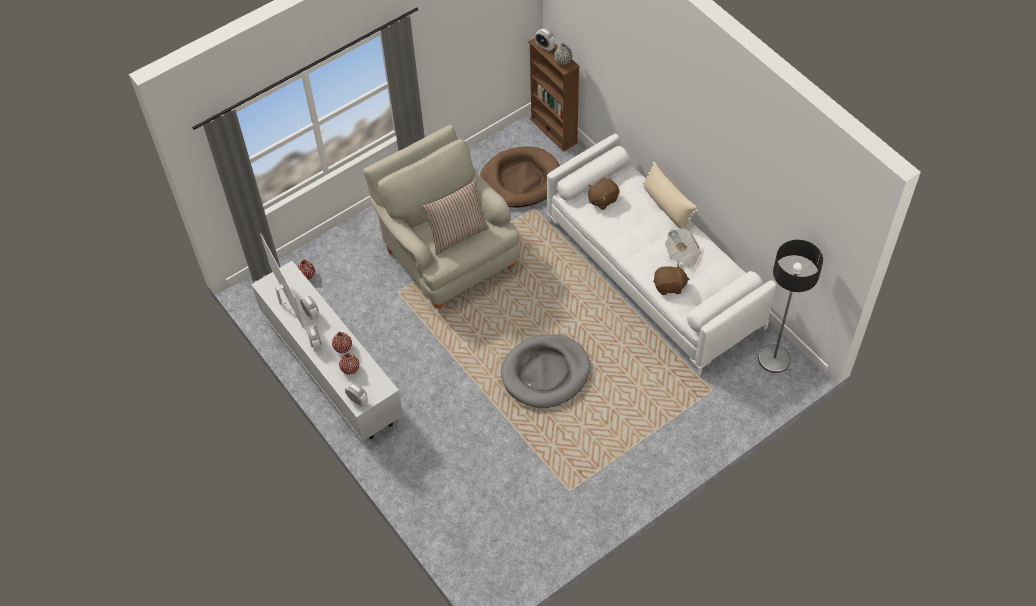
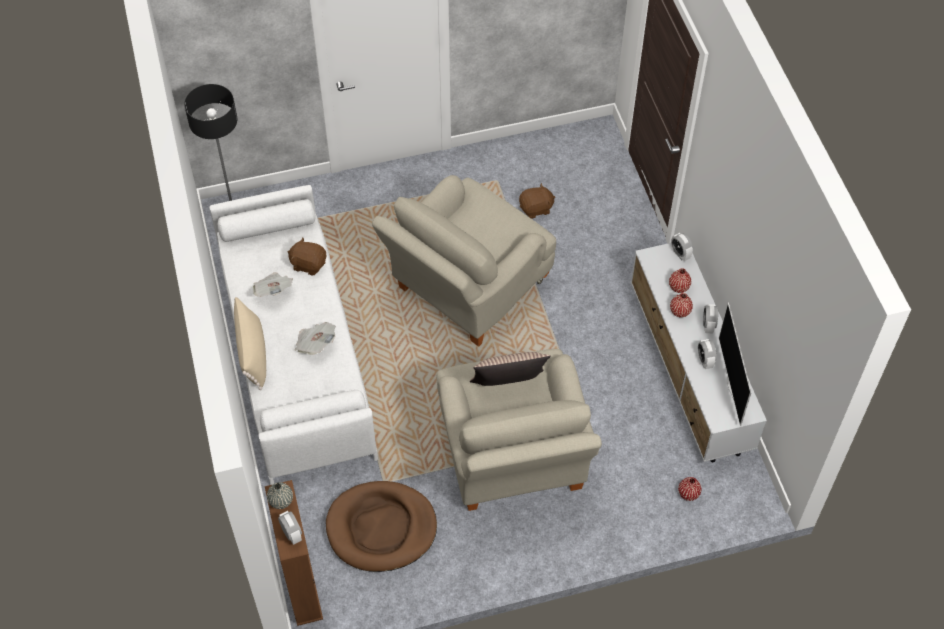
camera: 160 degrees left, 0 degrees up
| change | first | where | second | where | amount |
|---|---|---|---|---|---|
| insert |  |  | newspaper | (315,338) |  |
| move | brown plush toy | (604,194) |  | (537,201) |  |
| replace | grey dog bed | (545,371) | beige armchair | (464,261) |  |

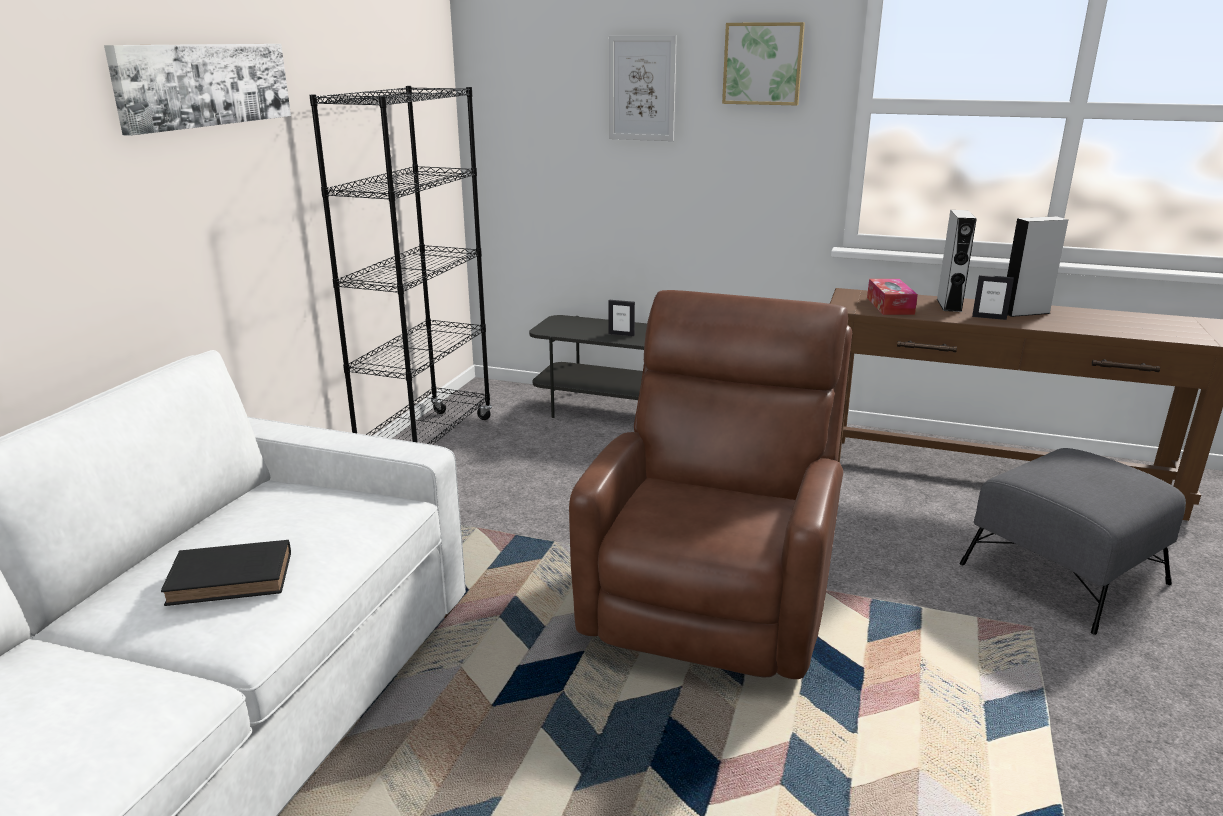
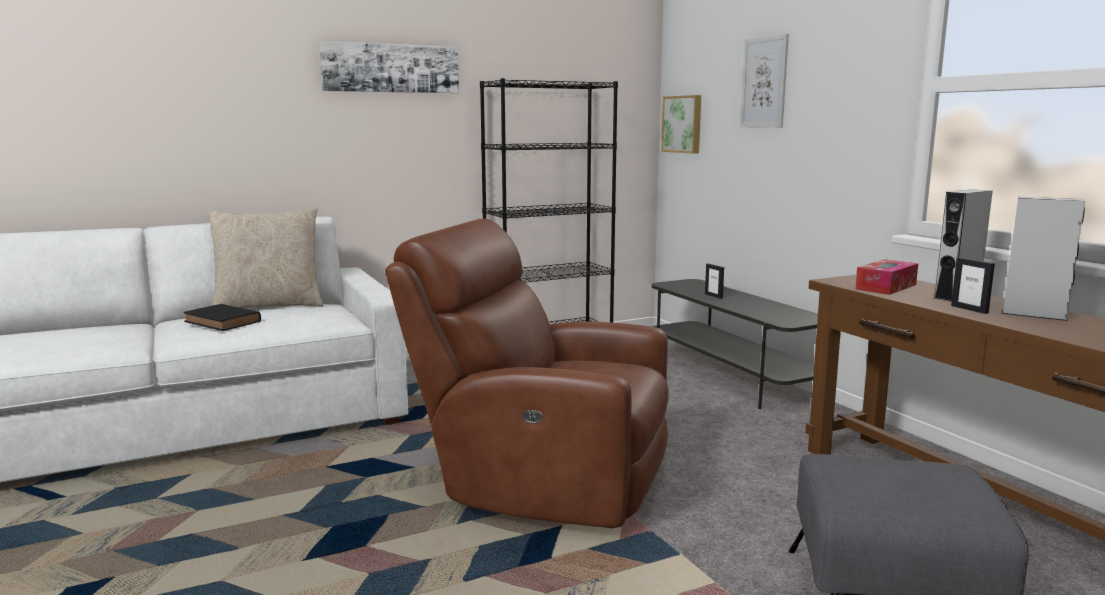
camera: 45 degrees right, 10 degrees down
| change | first | where | second | where | amount |
|---|---|---|---|---|---|
| insert |  |  | beige pillow | (265,257) |  |
| move | picture | (763,63) |  | (681,124) |  |
| rotate | brown armchair | (710,484) |  | (527,373) | 135 degrees counterclockwise |

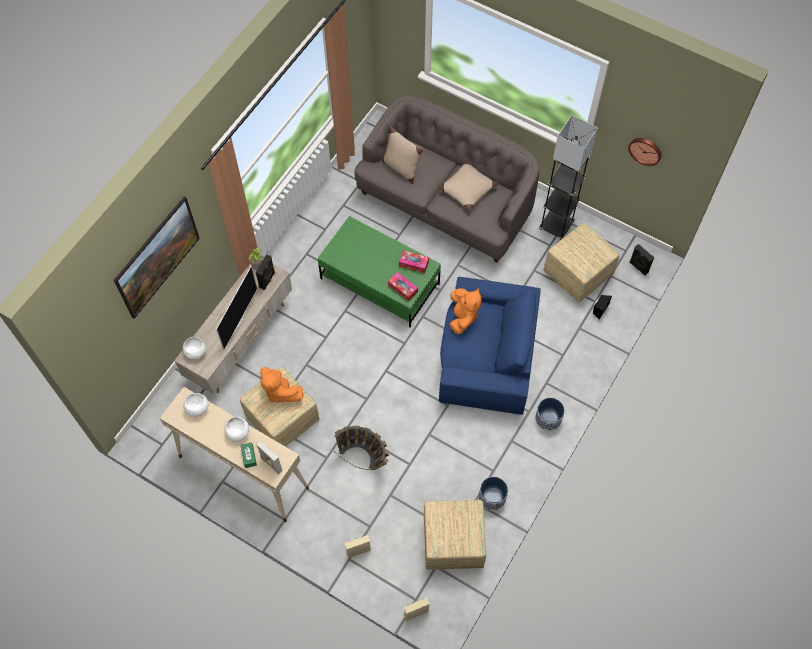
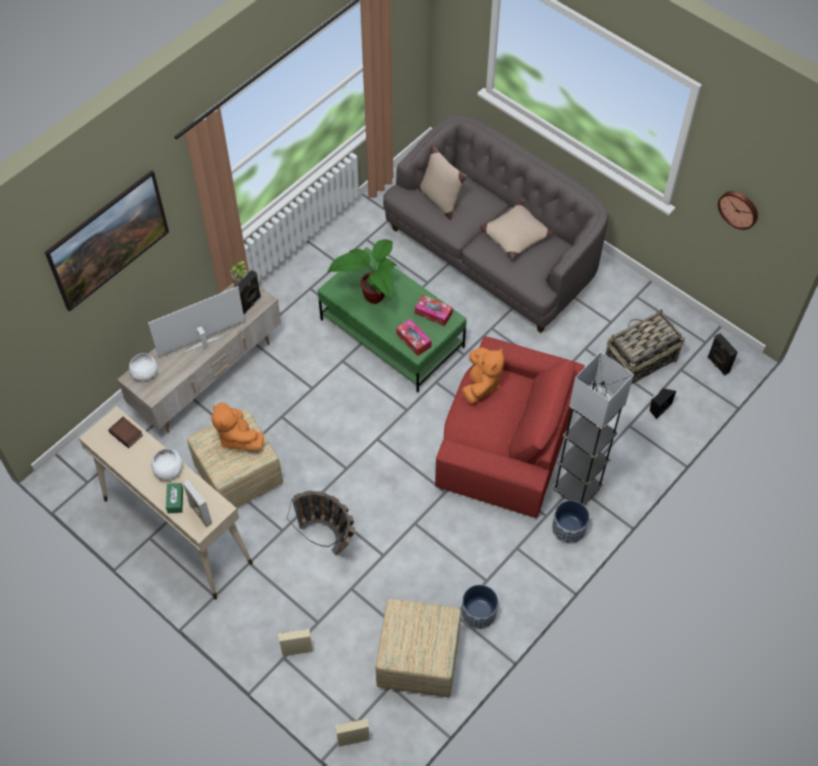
camera: 10 degrees right, 5 degrees down
| change | first | where | second | where | amount |
|---|---|---|---|---|---|
| insert |  |  | potted plant | (363,271) |  |
| move | grey floor lamp | (568,177) |  | (593,428) |  |
| replace | white bowl | (195,405) | book | (125,432) |  |
| replace | ottoman | (582,262) | basket | (645,346) |  |
| recolor | blue armchair | (490,346) | red armchair | (510,427) |  |
| rotate | television | (237,308) |  | (196,321) | 150 degrees counterclockwise |

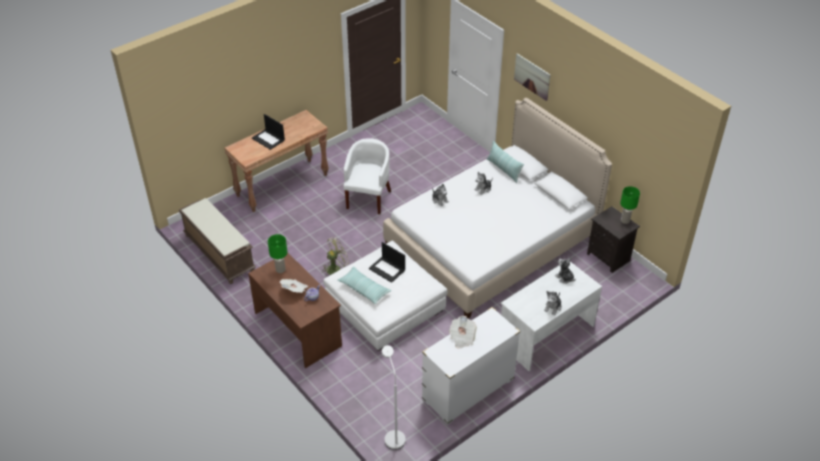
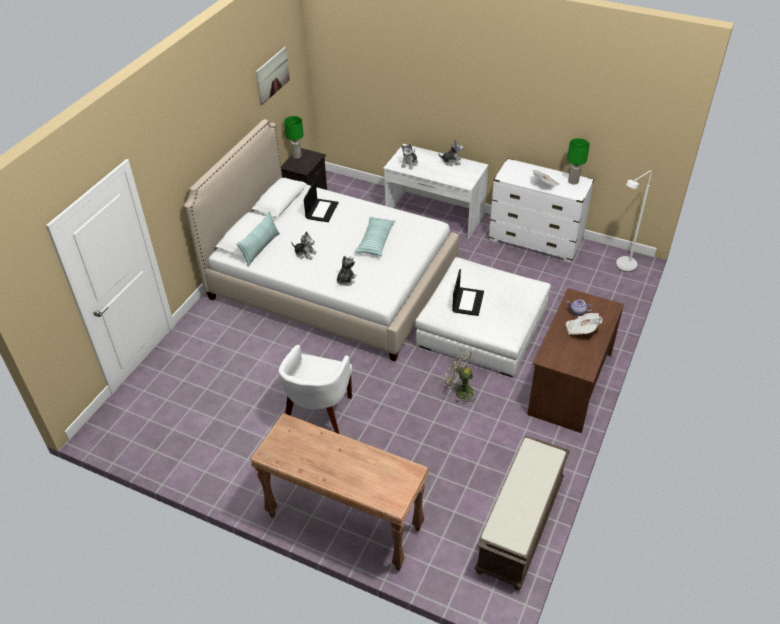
camera: 115 degrees left, 0 degrees up
| change | first | where | second | where | amount |
|---|---|---|---|---|---|
| move | laptop | (268,132) |  | (321,201) |  |
| move | green table lamp | (277,253) |  | (578,161) |  |
| move | pillow | (365,285) |  | (375,236) |  |
| move | picture | (532,77) |  | (273,76) |  |
| rotate | white armchair | (367,176) |  | (315,389) | 60 degrees counterclockwise |

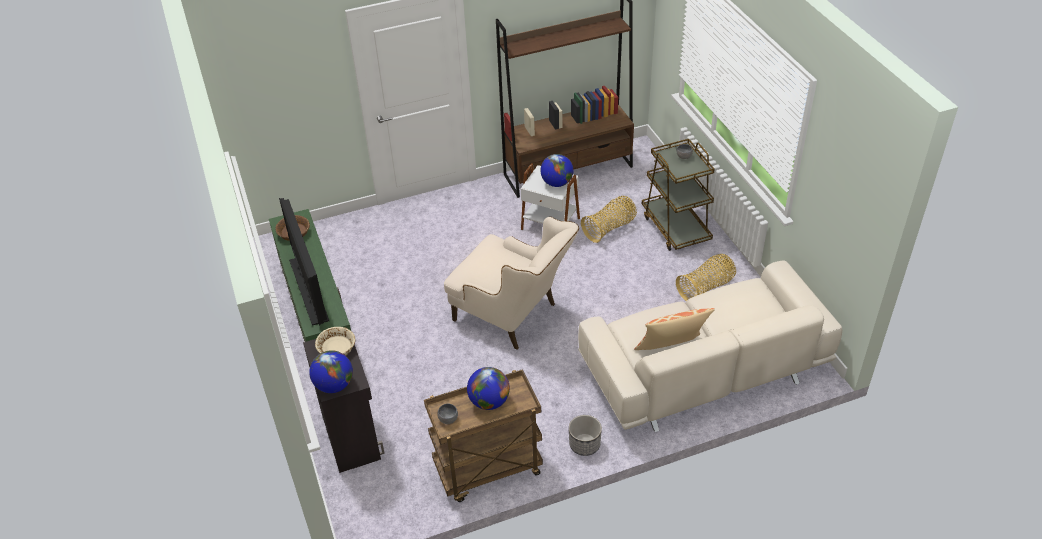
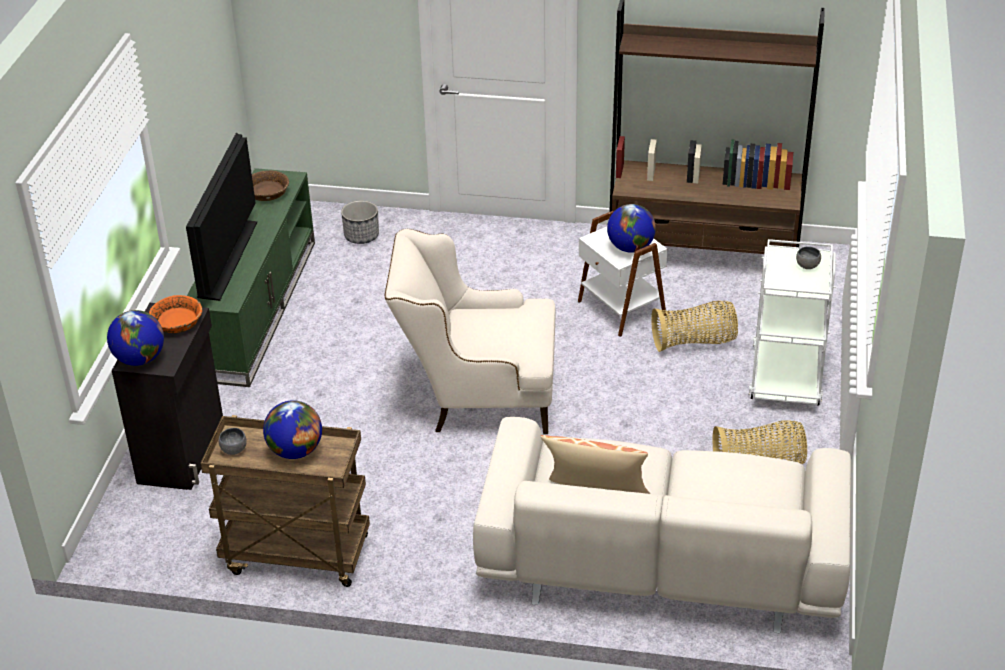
camera: 30 degrees right, 5 degrees down
| change | first | where | second | where | amount |
|---|---|---|---|---|---|
| move | planter | (585,435) |  | (360,222) |  |
| recolor | beige bowl | (335,341) | orange bowl | (175,314) |  |
| recolor | brown cart | (678,195) | white cart | (792,322) |  |
| rotate | beige armchair | (511,283) |  | (470,331) | 120 degrees clockwise |

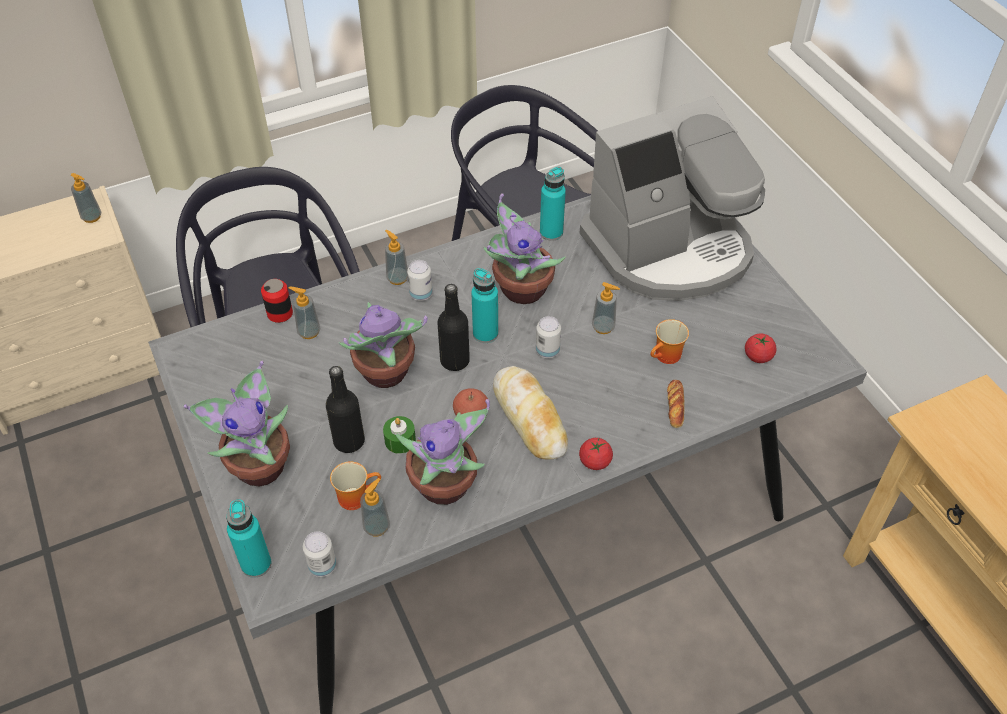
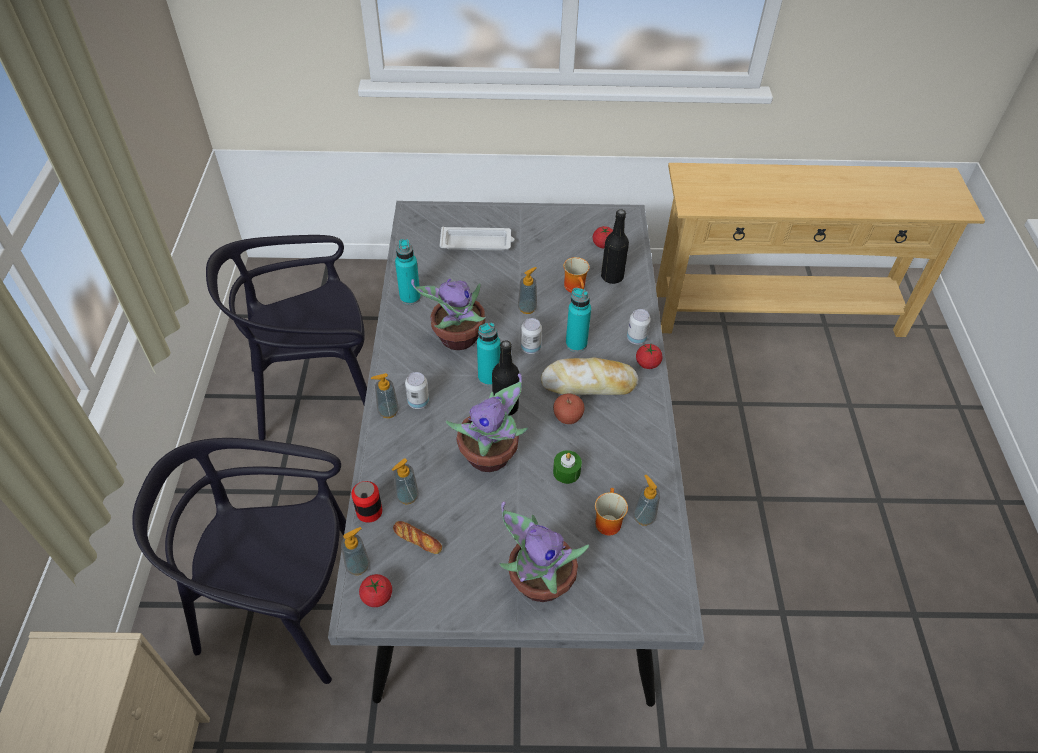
camera: 65 degrees left, 0 degrees up
| change | first | where | second | where | amount |
|---|---|---|---|---|---|
| delete | potted plant | (443,452) |  |  |  |
| insert |  |  | tomato | (375,590) |  |
| move | soap dispenser | (86,198) |  | (355,551) |  |
| move | turquoise bottle | (248,539) |  | (578,320) |  |
| move | can | (319,554) |  | (639,327) |  |
| move | black bottle | (345,409) |  | (615,246) |  |
| move | bread | (676,404) |  | (417,537) |  |
| replace | coffee machine | (672,198) | white tray | (477,238) |  |

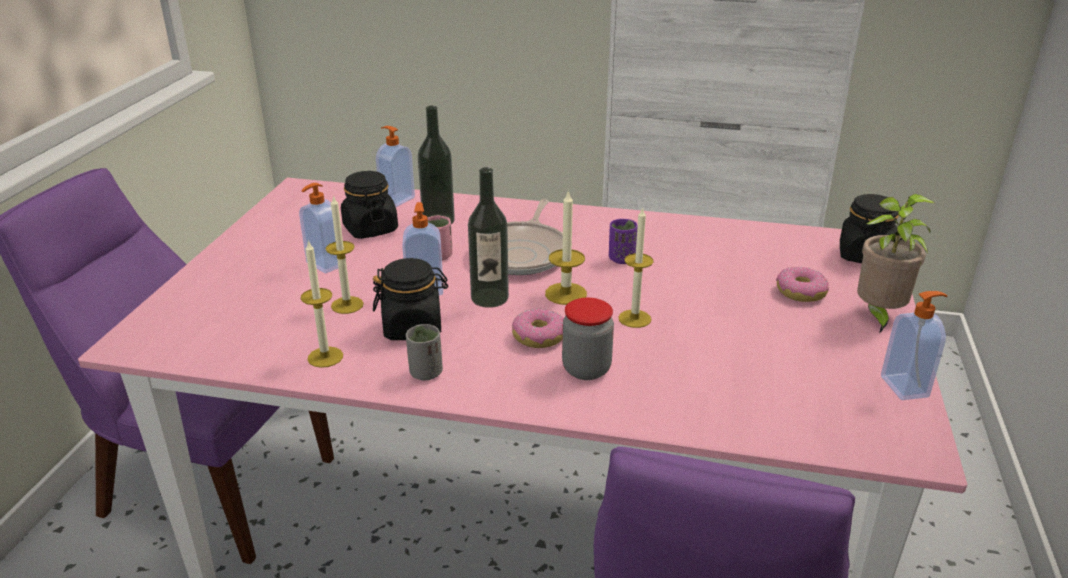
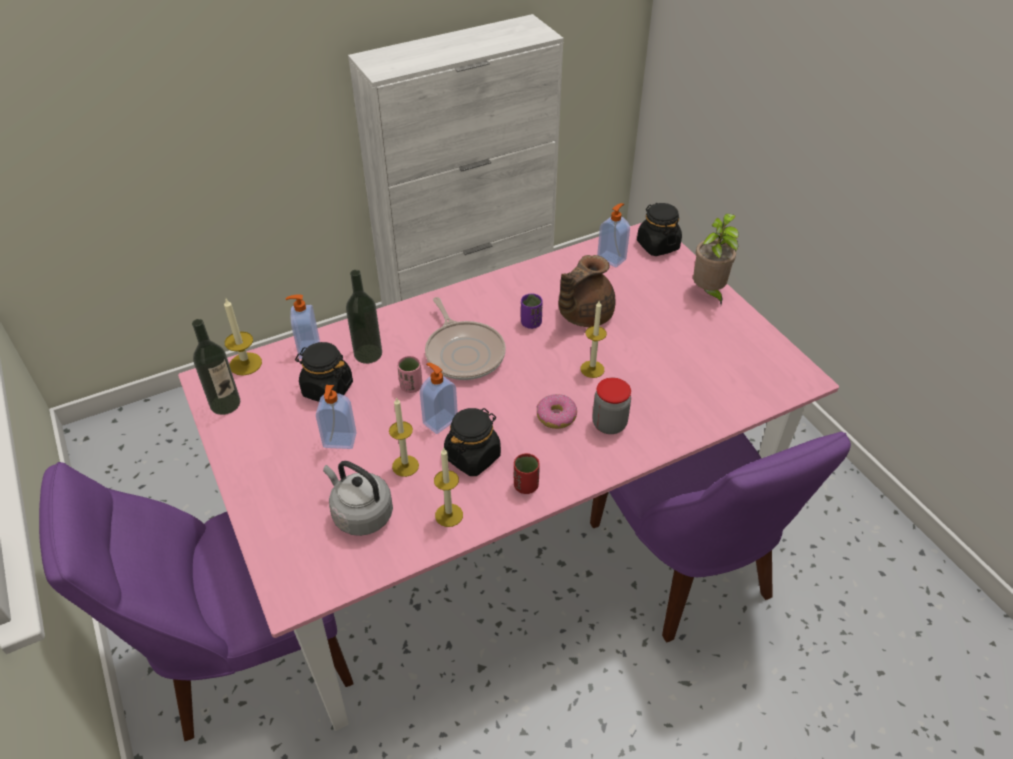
camera: 40 degrees left, 15 degrees up
| change | first | where | second | where | amount |
|---|---|---|---|---|---|
| delete | donut | (802,284) |  |  |  |
| insert |  |  | grey kettle | (358,498) |  |
| insert |  |  | brown teapot | (587,291) |  |
| move | bottle | (488,237) |  | (216,367) |  |
| move | candle | (566,247) |  | (243,337) |  |
| move | soap dispenser | (914,345) |  | (613,235) |  |
| recolor | grey cup | (424,352) | red cup | (527,473) |  |

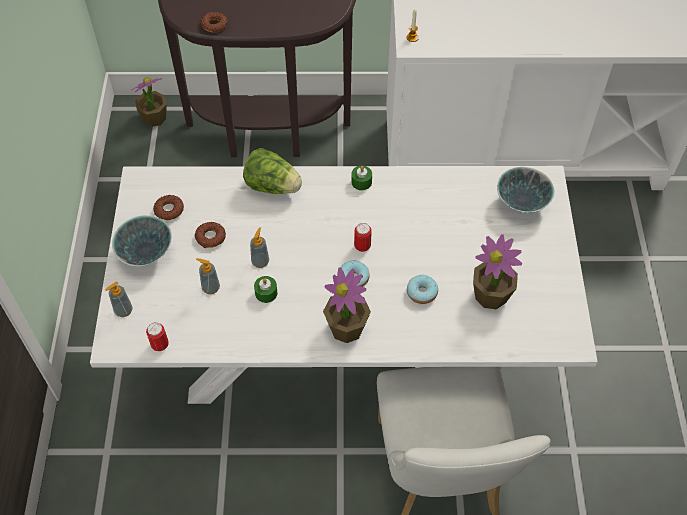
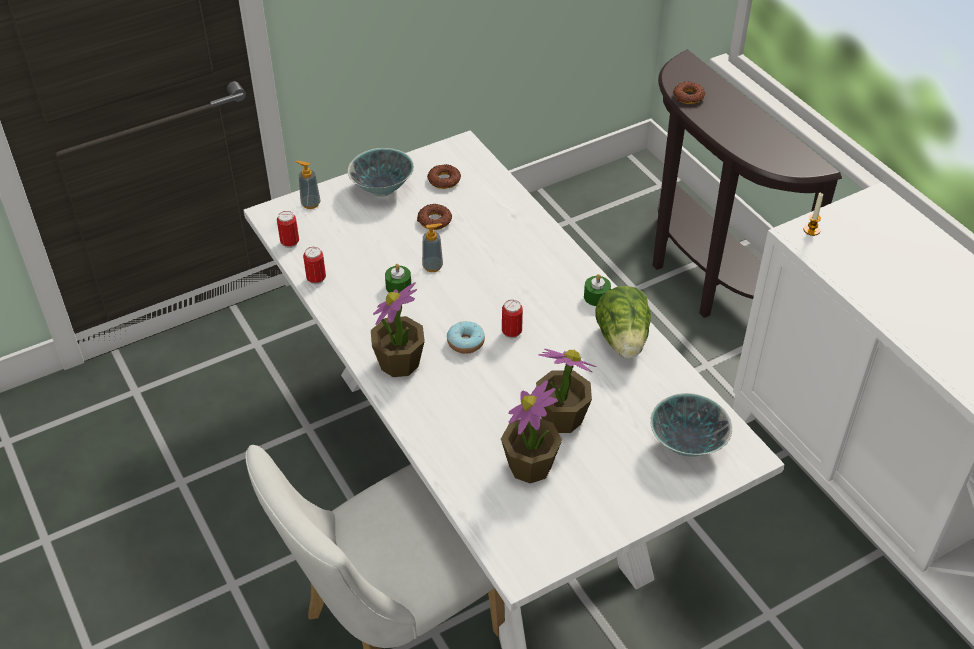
camera: 60 degrees right, 10 degrees down
| change | first | where | second | where | amount |
|---|---|---|---|---|---|
| delete | soap dispenser | (208,276) |  |  |  |
| delete | donut | (422,289) |  |  |  |
| insert |  |  | can | (314,266) |  |
| move | potted plant | (149,102) |  | (566,391) |  |
| move | lettuce | (272,171) |  | (623,322) |  |

